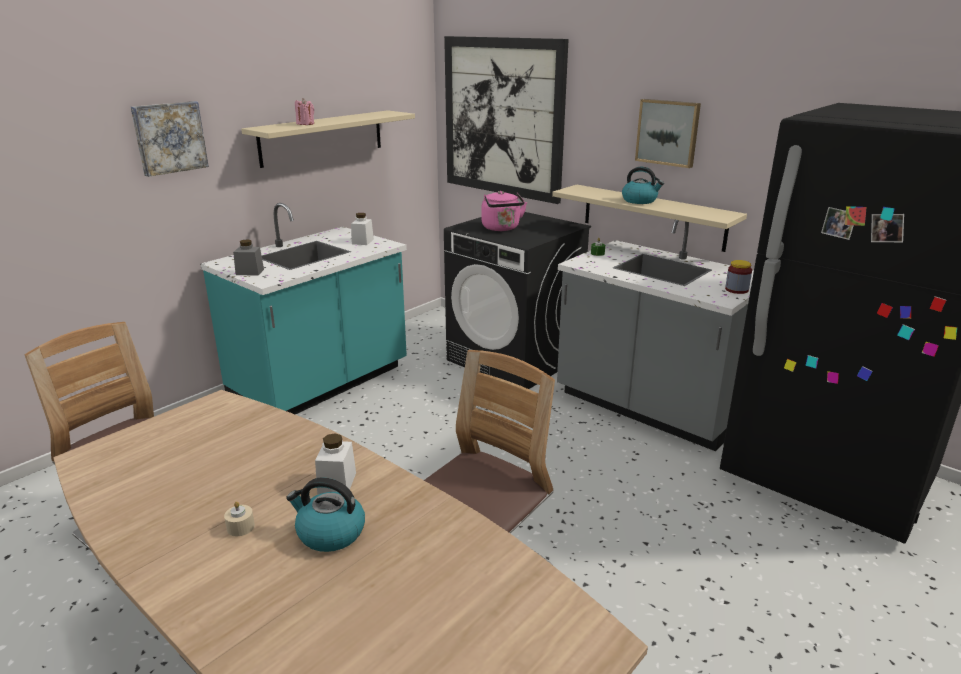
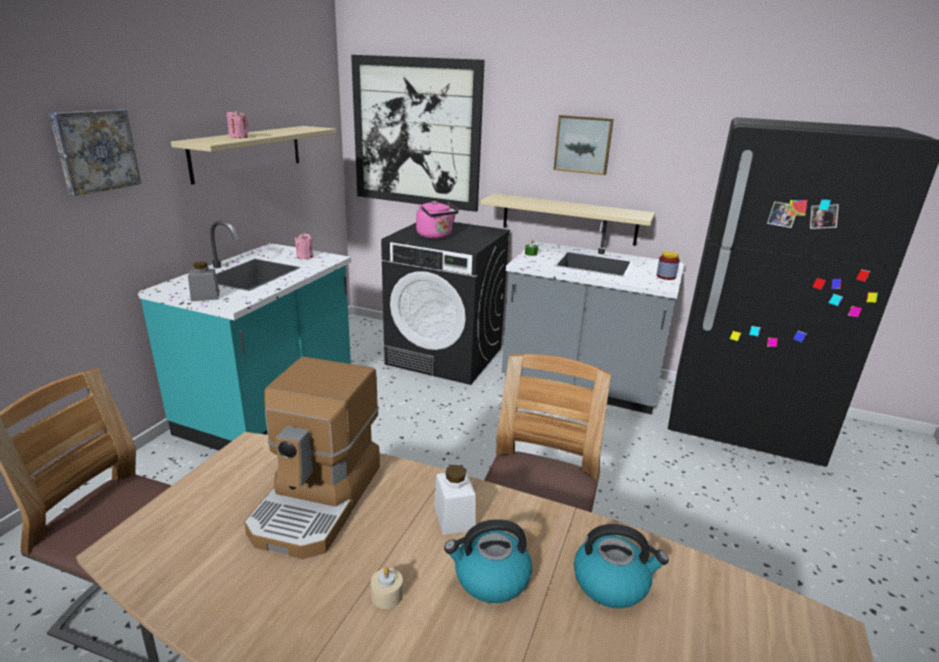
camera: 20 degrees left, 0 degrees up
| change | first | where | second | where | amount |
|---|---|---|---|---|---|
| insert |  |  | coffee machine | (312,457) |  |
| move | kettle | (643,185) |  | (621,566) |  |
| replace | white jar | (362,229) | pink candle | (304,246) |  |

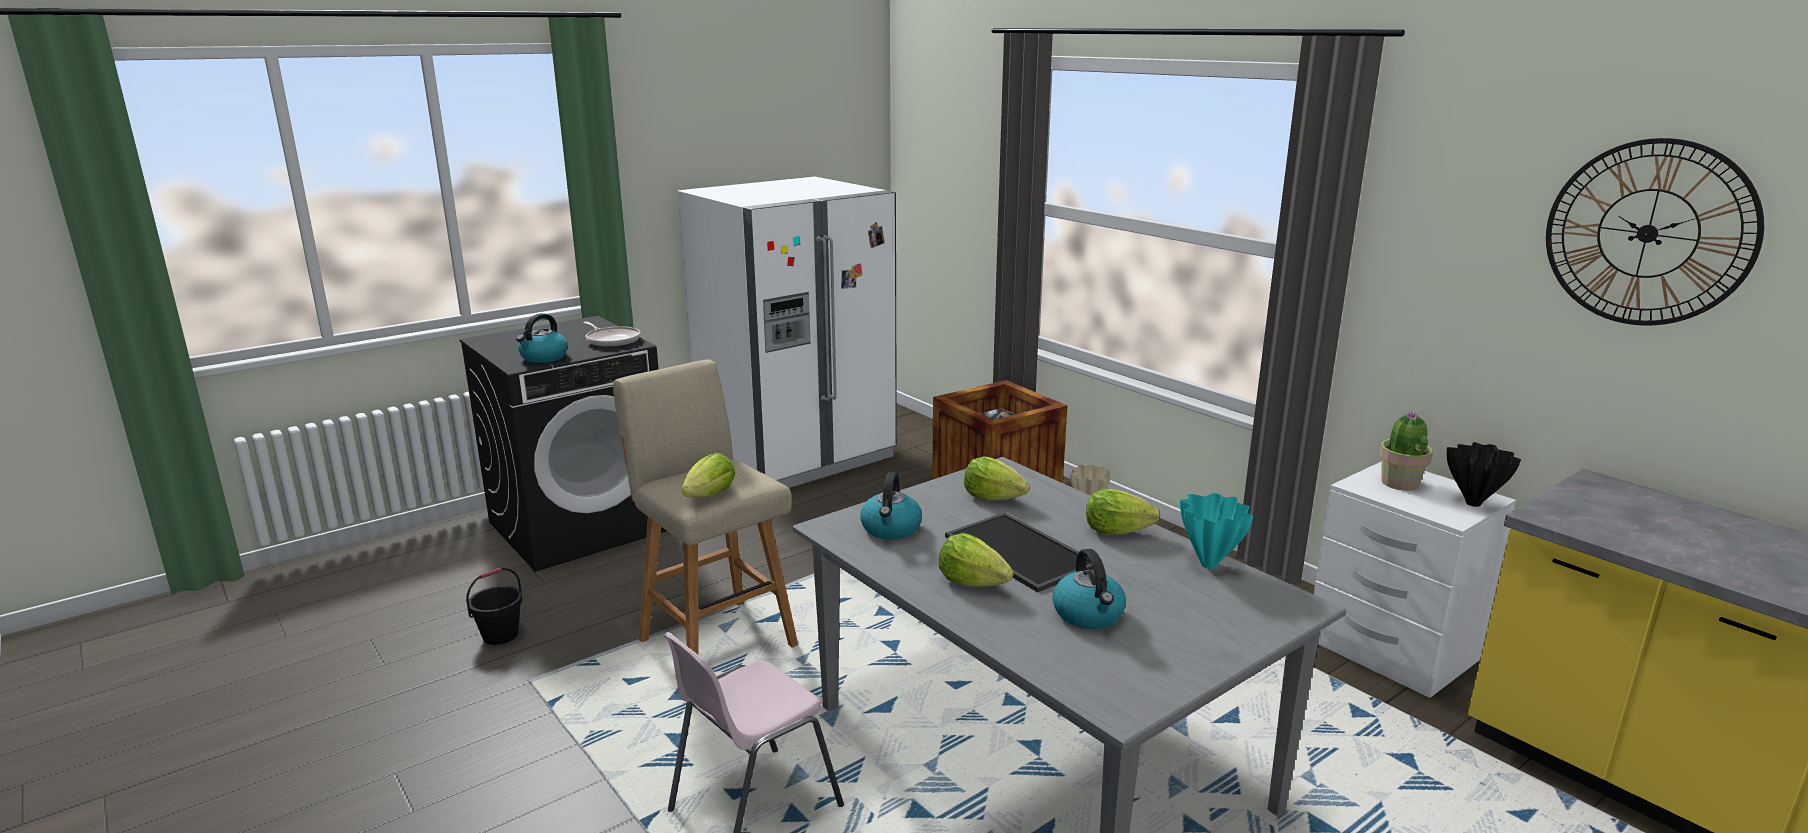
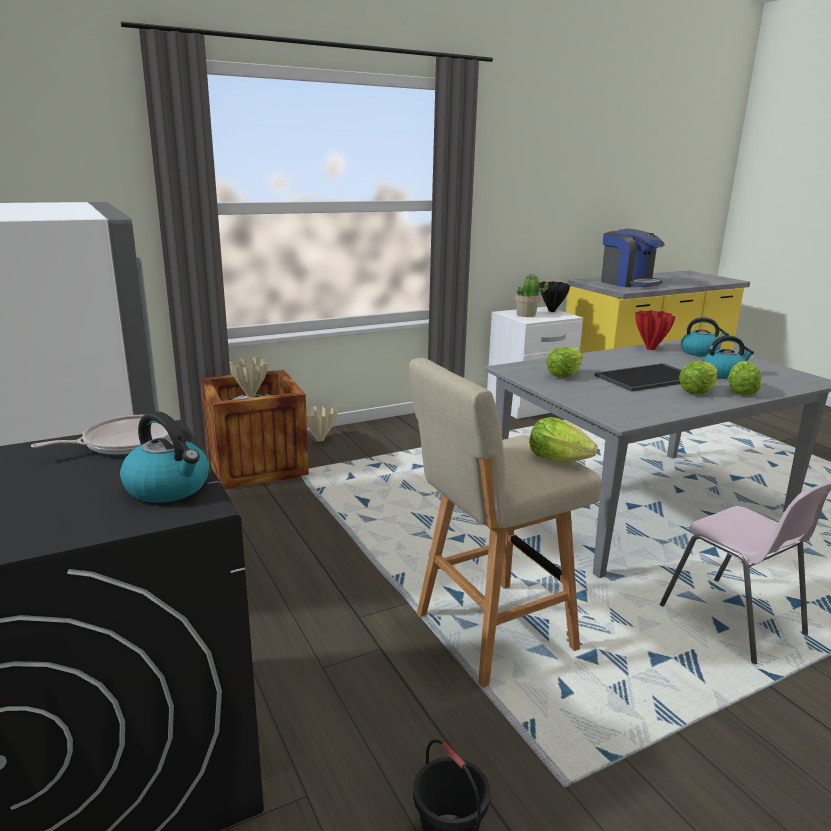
camera: 80 degrees left, 0 degrees up
| change | first | where | second | where | amount |
|---|---|---|---|---|---|
| delete | wall clock | (1655,232) |  |  |  |
| insert |  |  | beige vase | (248,377) |  |
| insert |  |  | coffee machine | (633,258) |  |
| move | kettle | (891,506) |  | (705,337) |  |
| move | lettuce | (1123,512) |  | (744,378) |  |
| recolor | turquoise vase | (1216,531) | red vase | (655,330) |  |

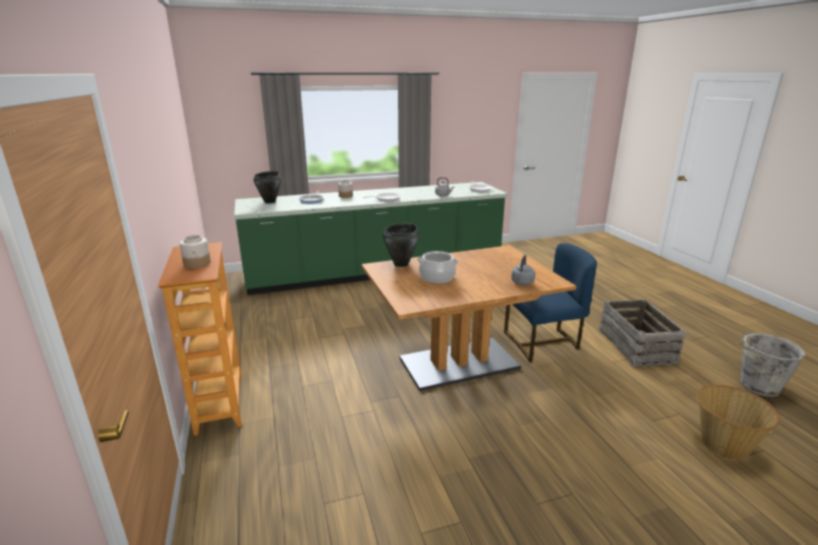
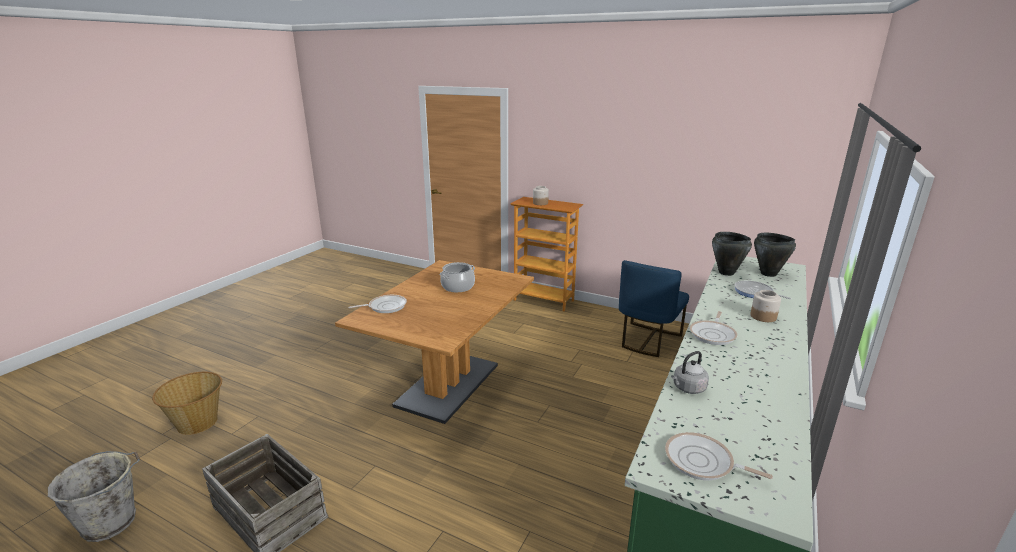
camera: 135 degrees right, 0 degrees up
| change | first | where | second | where | amount |
|---|---|---|---|---|---|
| move | black cooking pot | (401,245) |  | (732,254) |  |
| move | blue chair | (550,303) |  | (654,308) |  |
| replace | grey kettle | (523,270) | frying pan | (378,304) |  |

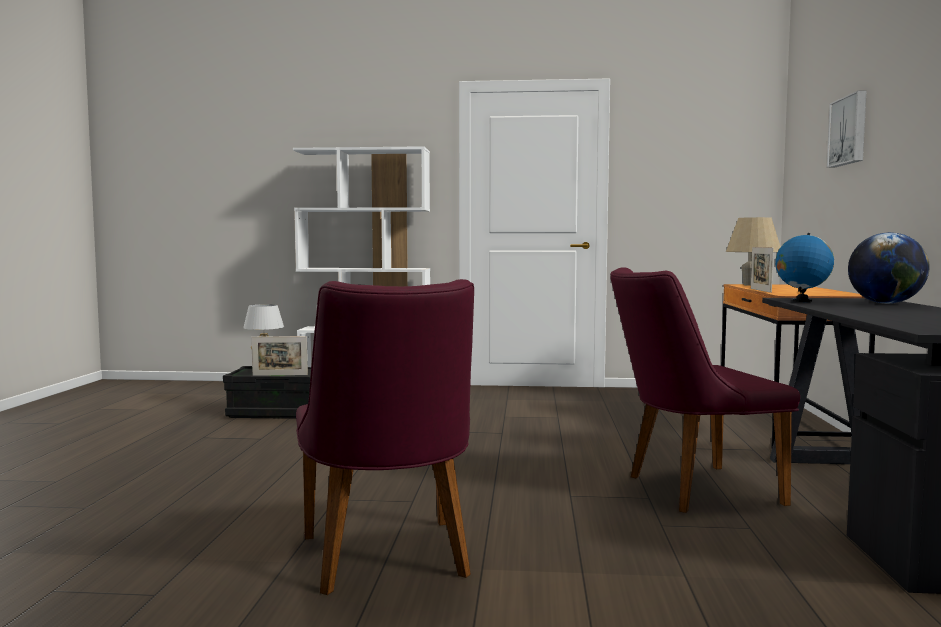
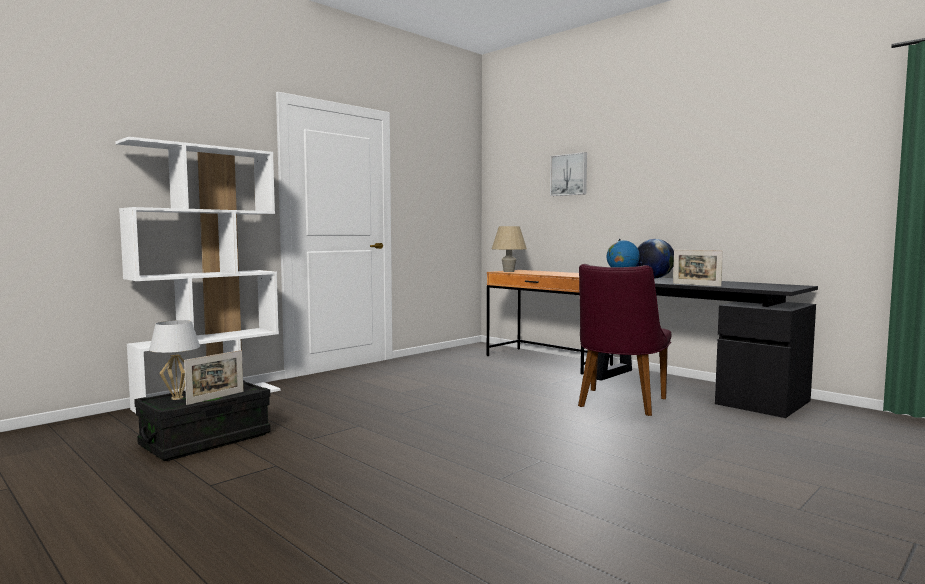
camera: 50 degrees left, 0 degrees up
| change | first | where | second | where | amount |
|---|---|---|---|---|---|
| delete | purple chair | (385,437) |  |  |  |
| move | picture frame | (762,270) |  | (698,268) |  |

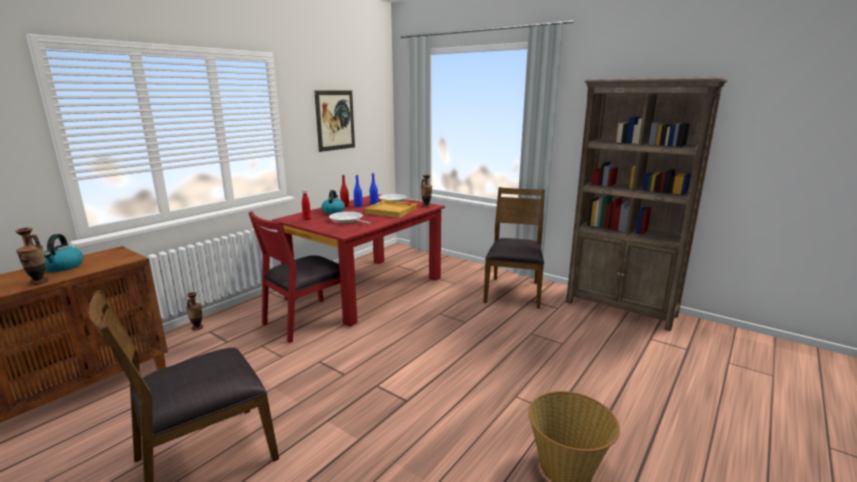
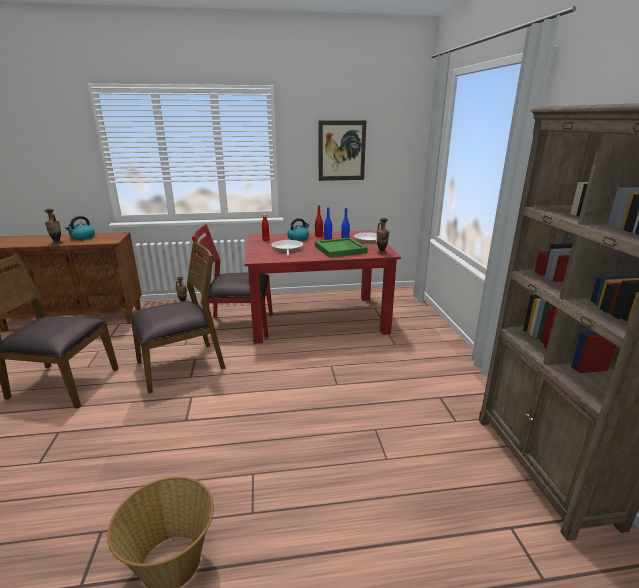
camera: 45 degrees right, 5 degrees up
| change | first | where | second | where | amount |
|---|---|---|---|---|---|
| move | brown chair | (514,248) |  | (177,318) |  |
| recolor | beige tray | (391,209) | green tray | (341,247) |  |

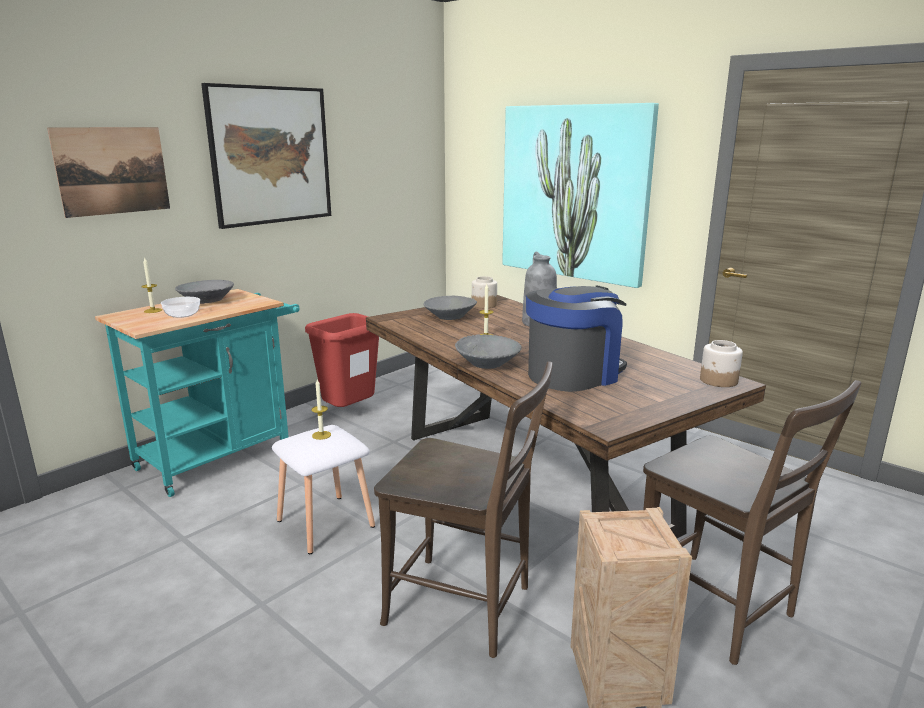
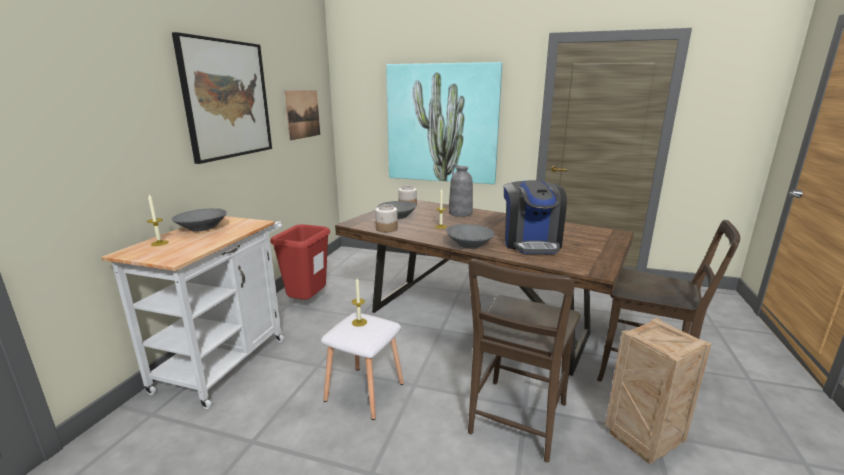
camera: 25 degrees left, 0 degrees up
| change | first | where | second | where | amount |
|---|---|---|---|---|---|
| delete | bowl | (180,307) |  |  |  |
| move | picture | (108,172) |  | (302,115) |  |
| move | jar | (721,363) |  | (386,218) |  |
| recolor | turquoise cart | (197,393) | white cart | (192,312) |  |
| rotate | brown chair | (463,509) |  | (524,360) | 120 degrees clockwise |
| rotate | coffee machine | (576,339) |  | (535,217) | 150 degrees clockwise |

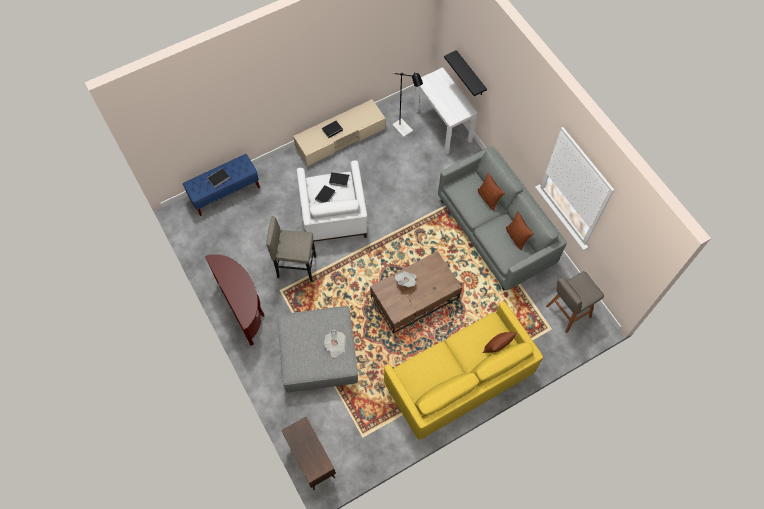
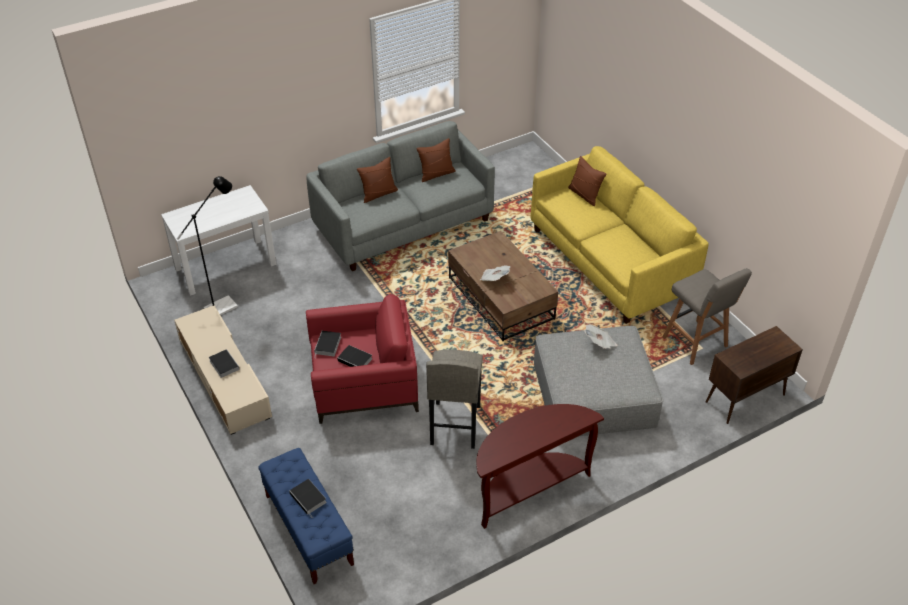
camera: 90 degrees left, 20 degrees down
| change | first | where | second | where | amount |
|---|---|---|---|---|---|
| delete | black shelf | (465,73) |  |  |  |
| move | grey stool | (575,302) |  | (707,316) |  |
| recolor | white armchair | (332,201) | red armchair | (362,359) |  |

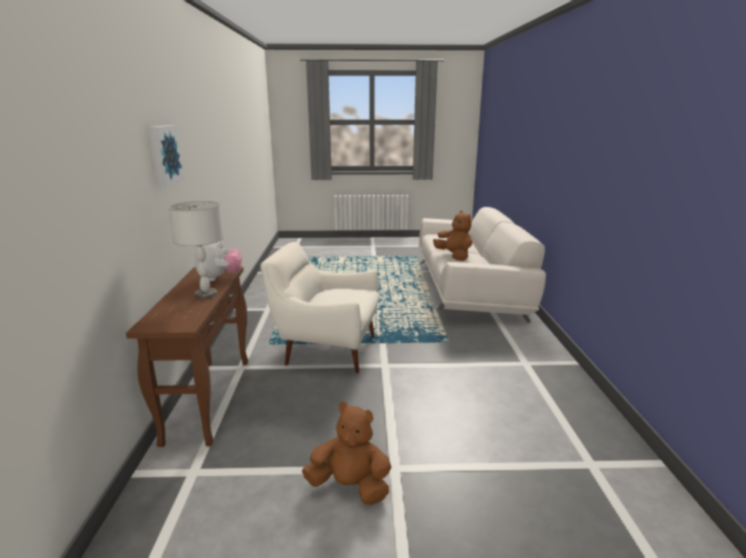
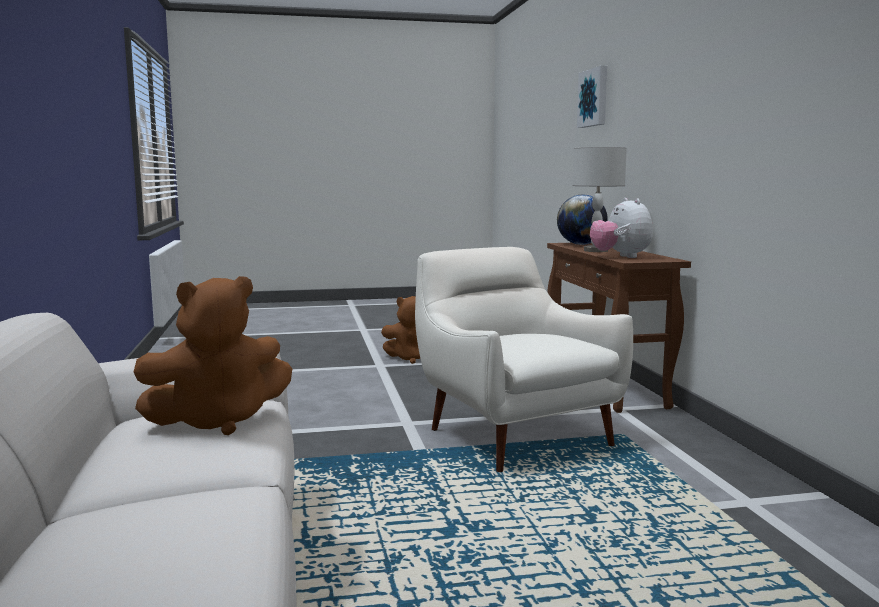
camera: 170 degrees right, 10 degrees down
| change | first | where | second | where | amount |
|---|---|---|---|---|---|
| insert |  |  | globe | (582,219) |  |
| move | picture | (166,156) |  | (592,96) |  |
| rotate | white armchair | (320,307) |  | (524,359) | 120 degrees counterclockwise |
| rotate | brown plush toy | (452,236) |  | (213,355) | 75 degrees counterclockwise |

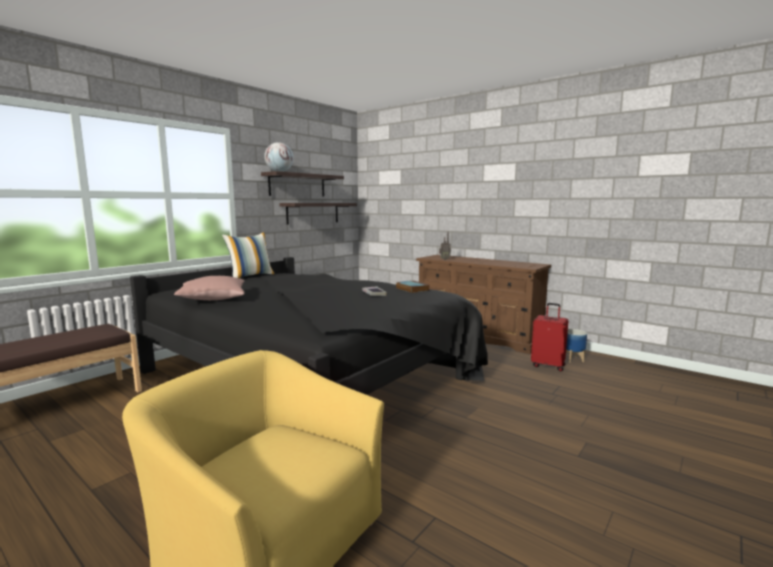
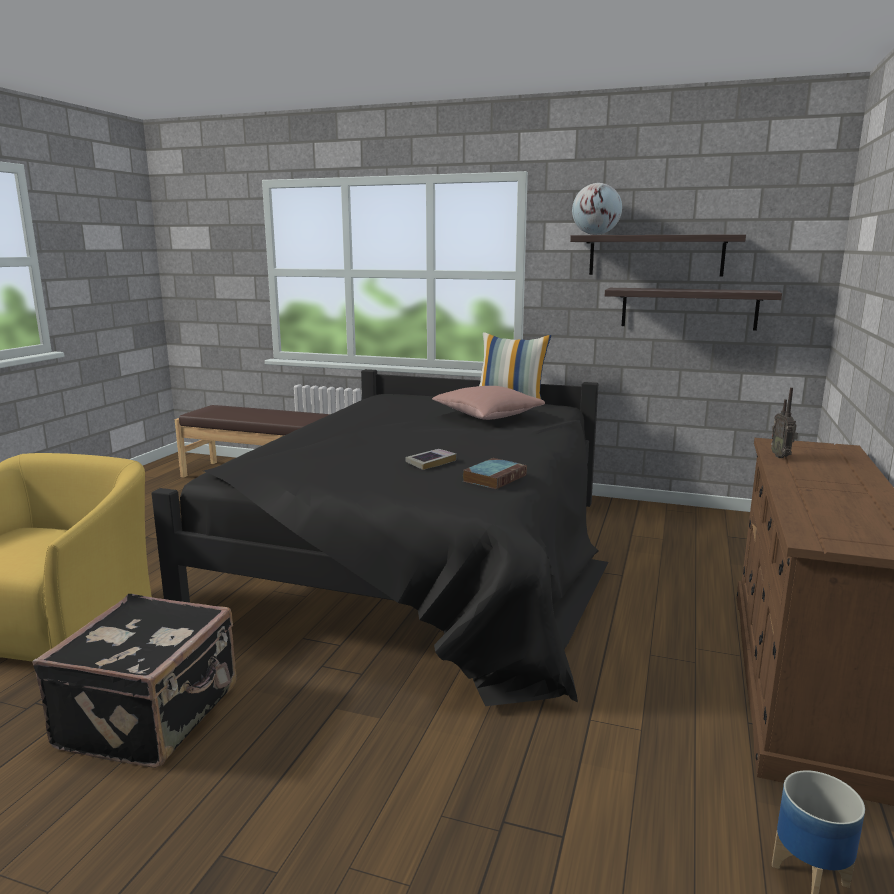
camera: 70 degrees right, 5 degrees up
| change | first | where | second | where | amount |
|---|---|---|---|---|---|
| delete | red suitcase | (549,337) |  |  |  |
| insert |  |  | black suitcase | (135,681) |  |
| move | pink pillow | (209,288) |  | (488,403) |  |

